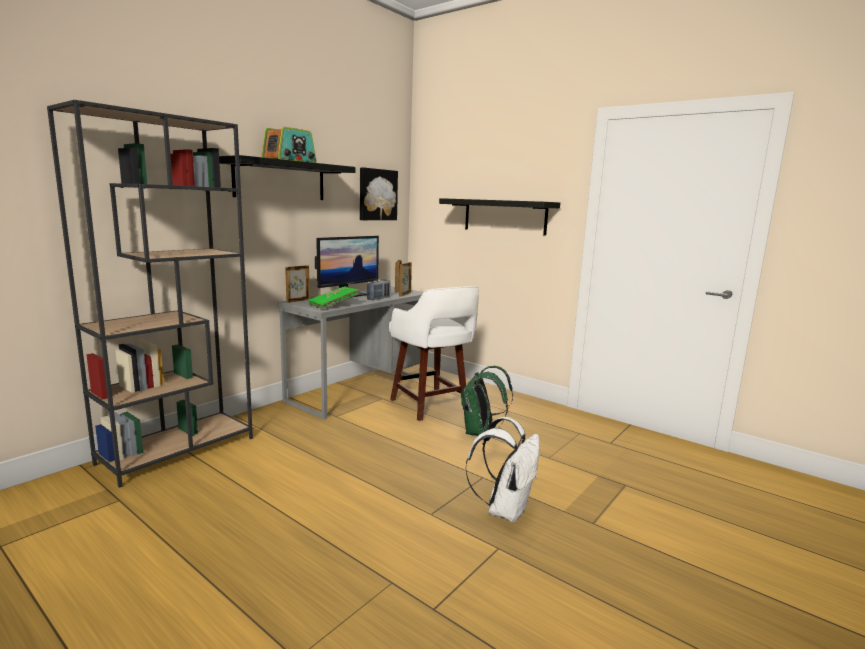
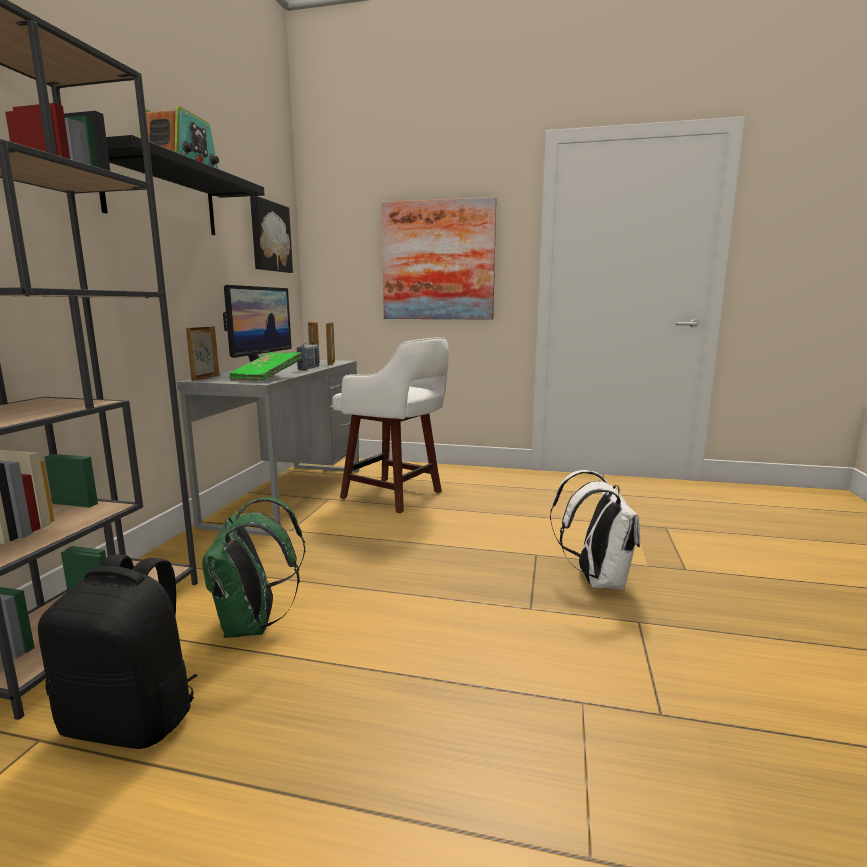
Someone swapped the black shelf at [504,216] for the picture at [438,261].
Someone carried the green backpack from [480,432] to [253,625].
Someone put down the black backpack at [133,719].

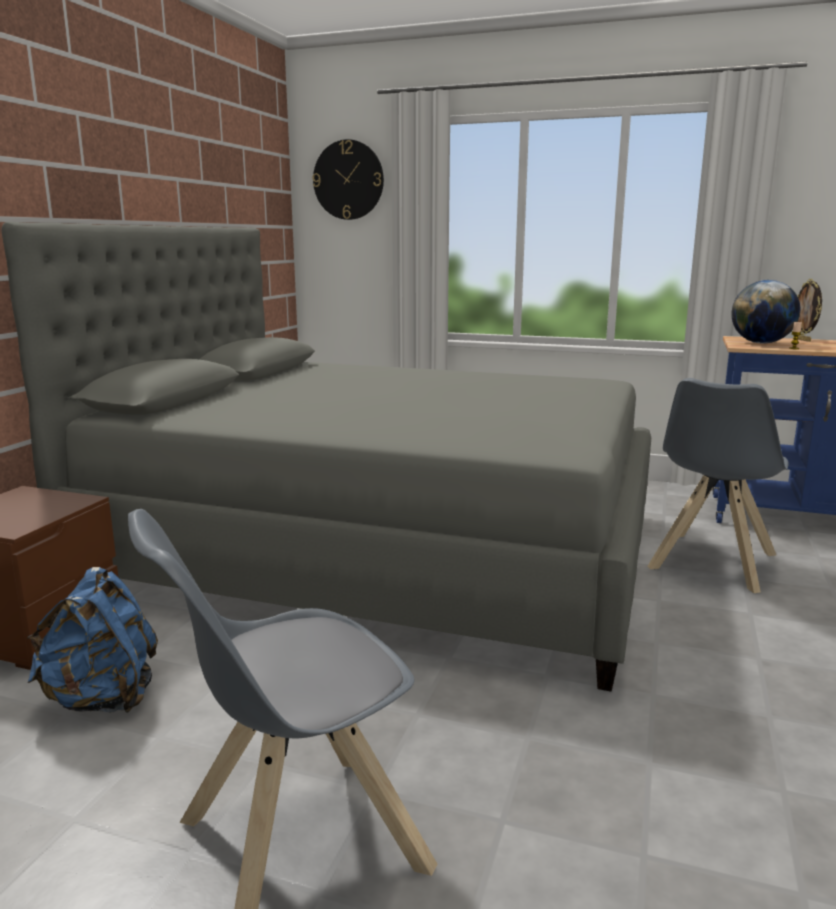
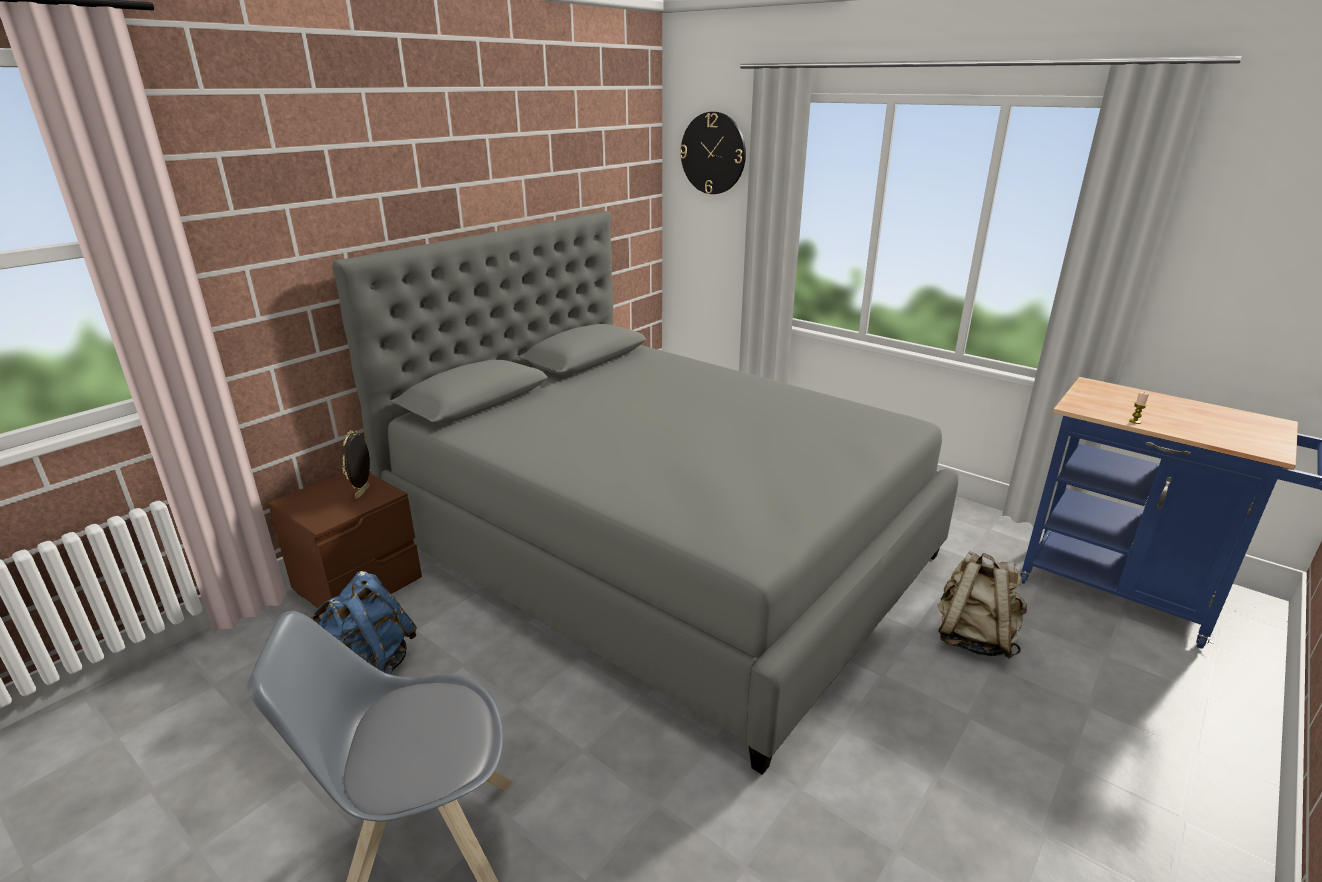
Someone swapped the grey chair at [711,563] for the beige backpack at [973,638].
Someone took away the globe at [761,343].
Someone carried the picture frame from [803,340] to [363,493].

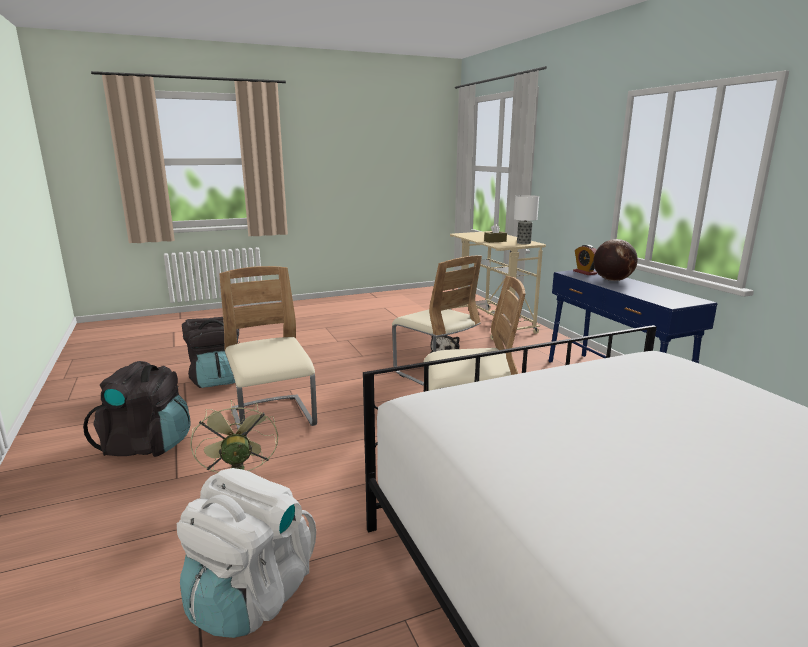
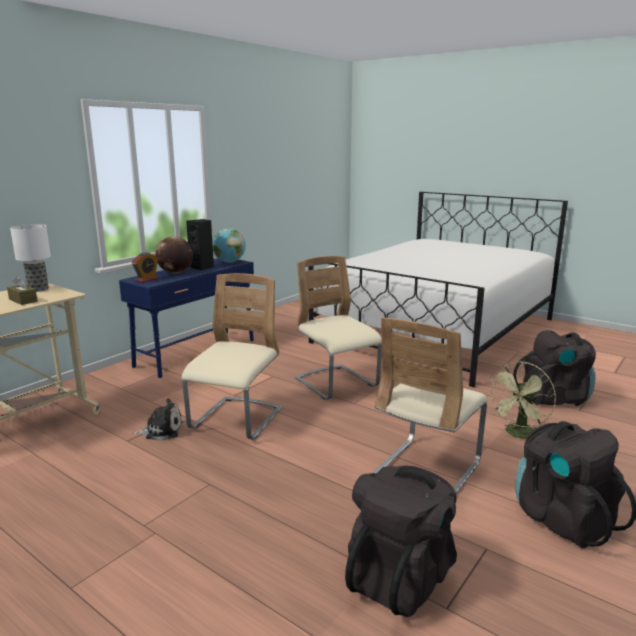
Someone repainted the white backpack at [251,596], which became the black backpack at [554,397].
Someone put down the black speaker at [202,267].
Someone put down the globe at [229,262].

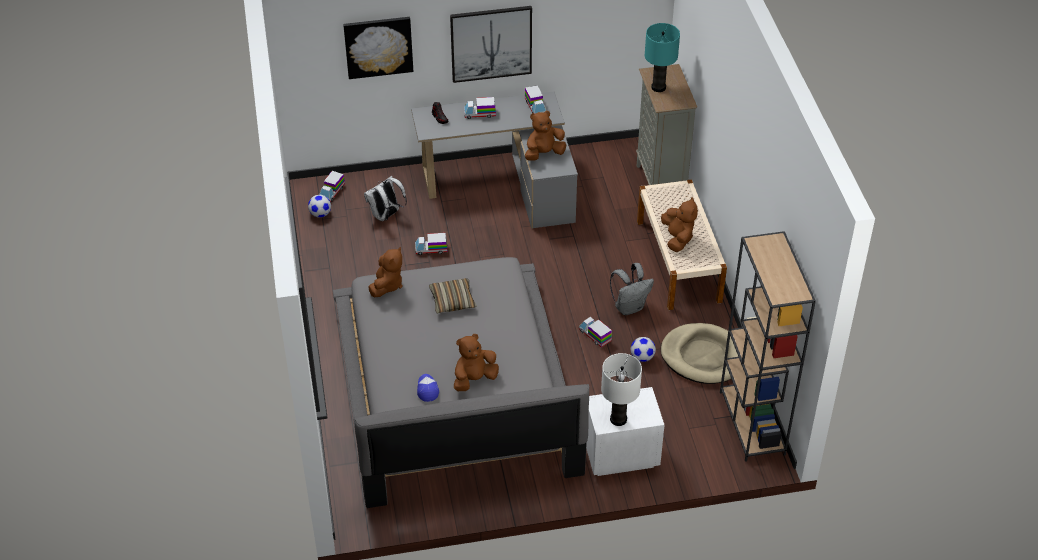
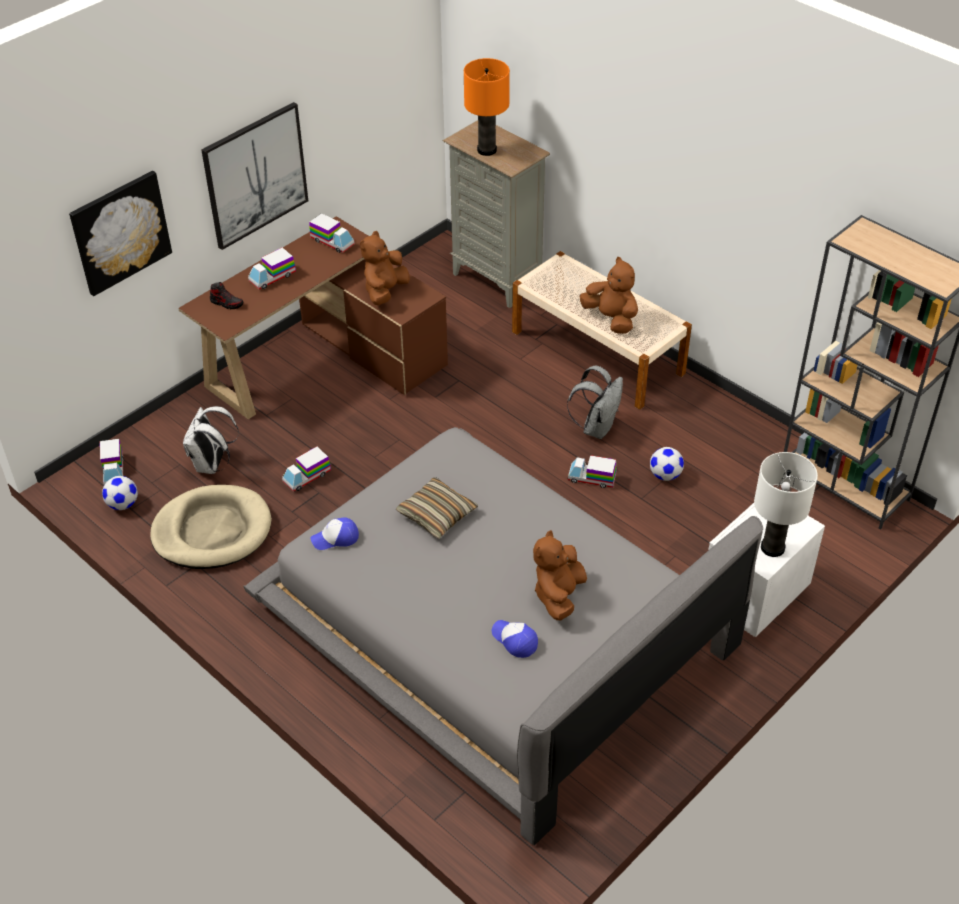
Someone swapped the brown plush toy at [387,285] for the cap at [335,538].
Someone repainted the grey desk at [505,183], which became the brown desk at [324,359].
Someone repainted the turquoise table lamp at [658,87], which became the orange table lamp at [487,150].
Someone carried the beige dog bed from [703,356] to [212,531].

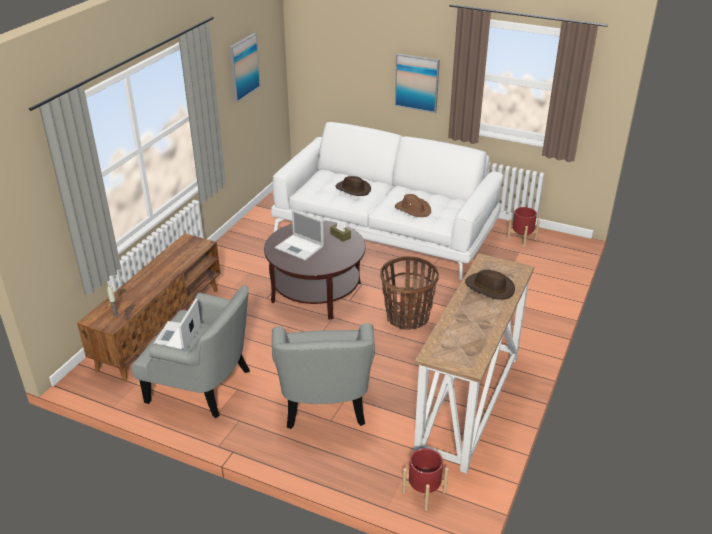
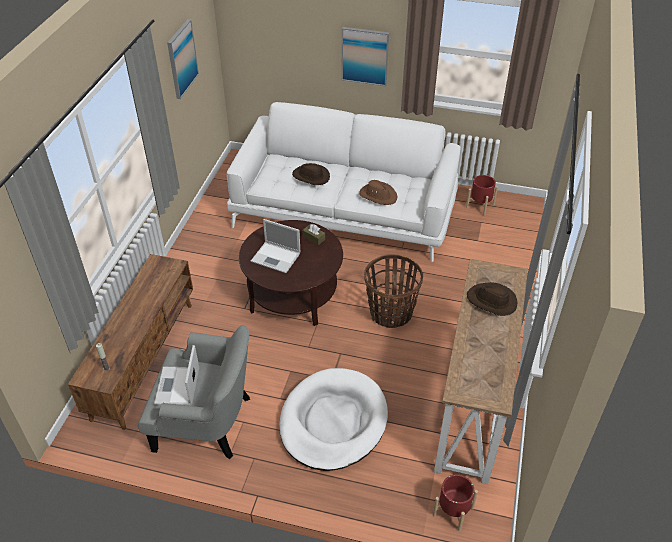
Someone swapped the grey armchair at [324,400] for the white dog bed at [333,421].

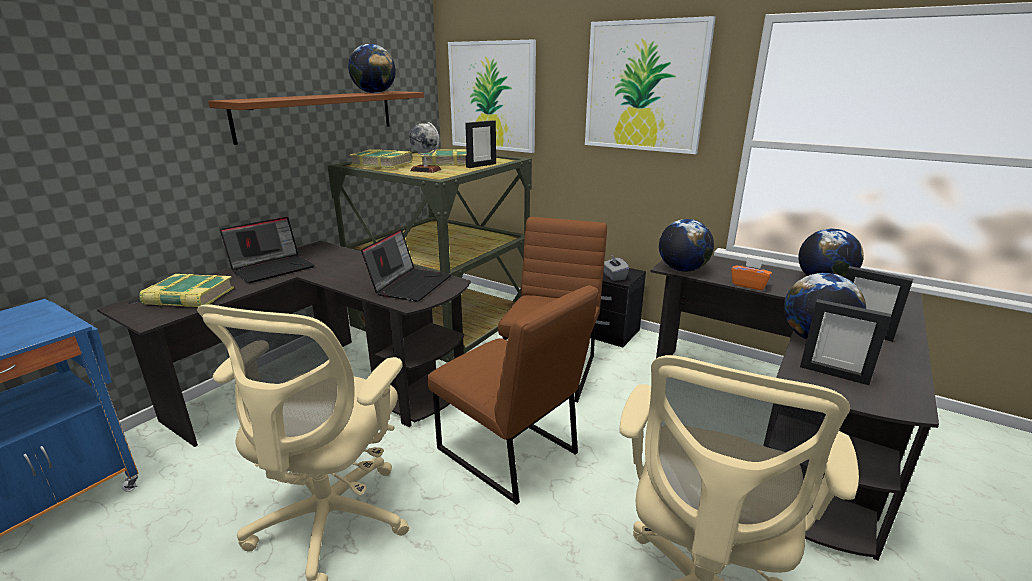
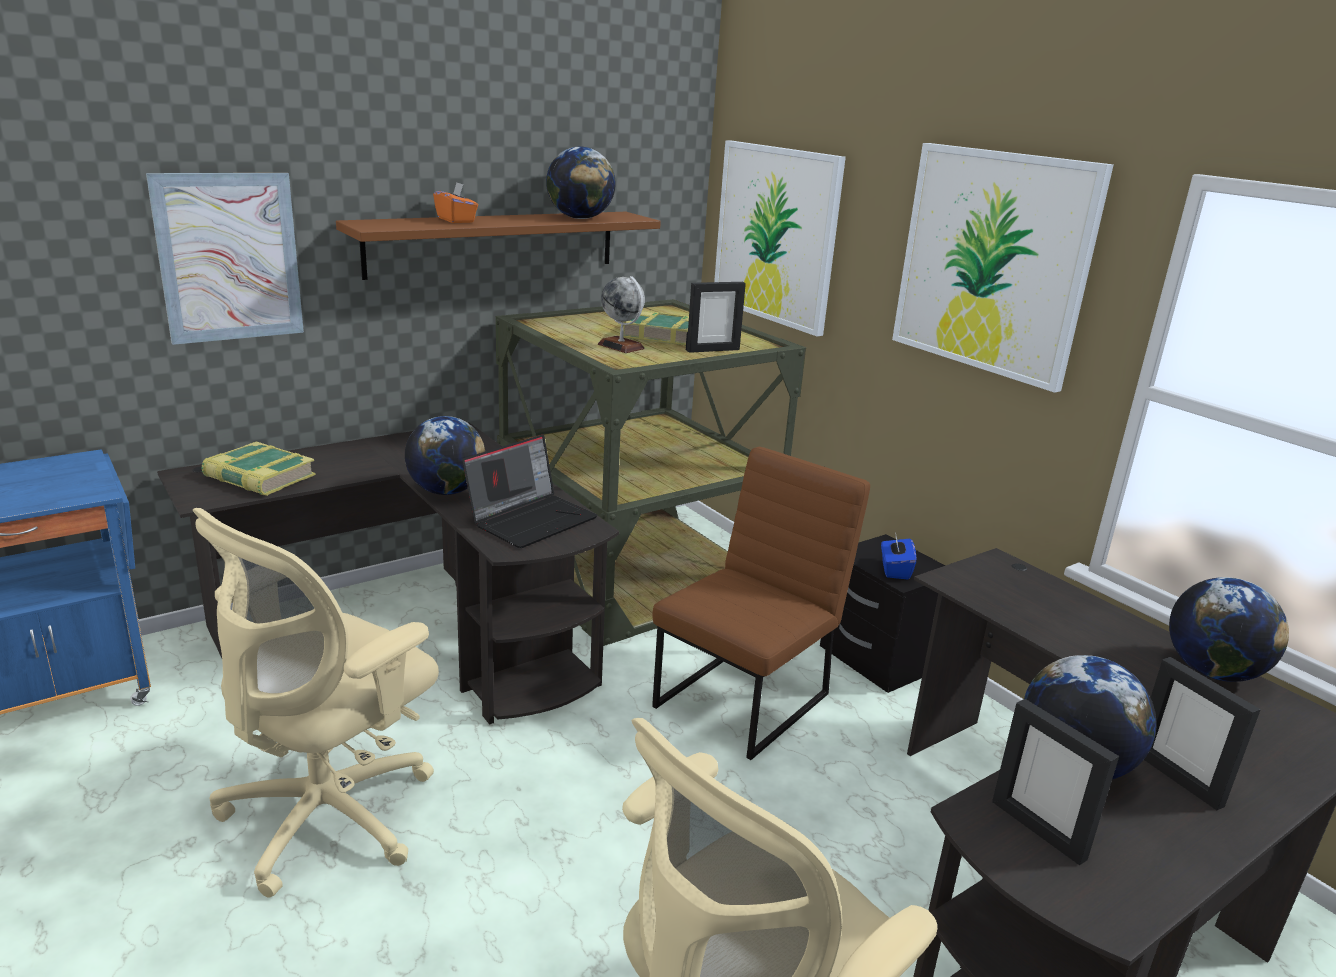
Someone took away the laptop at [273,268].
Someone took away the book at [382,164].
Someone took away the brown chair at [509,453].
Someone repainted the grey tissue box at [614,276], which became the blue tissue box at [894,570].
Someone carried the globe from [682,269] to [446,491].
Someone carried the orange tissue box from [749,285] to [456,220].
Someone put up the picture at [229,257].

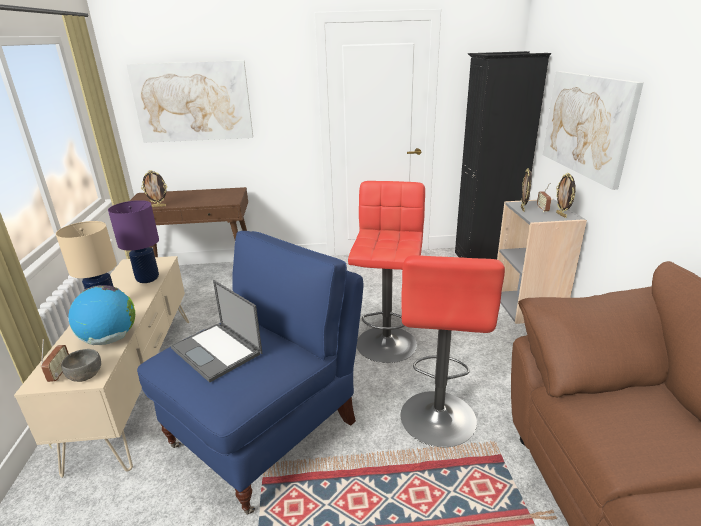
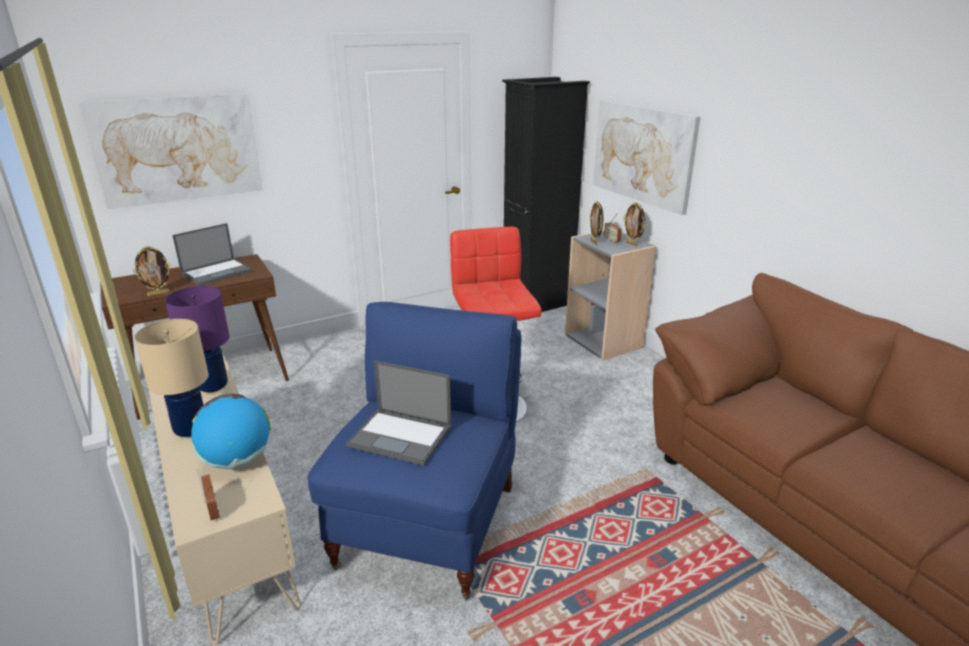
Someone took away the grey bowl at [85,375].
Someone took away the red stool at [437,418].
Someone put down the laptop at [218,272].

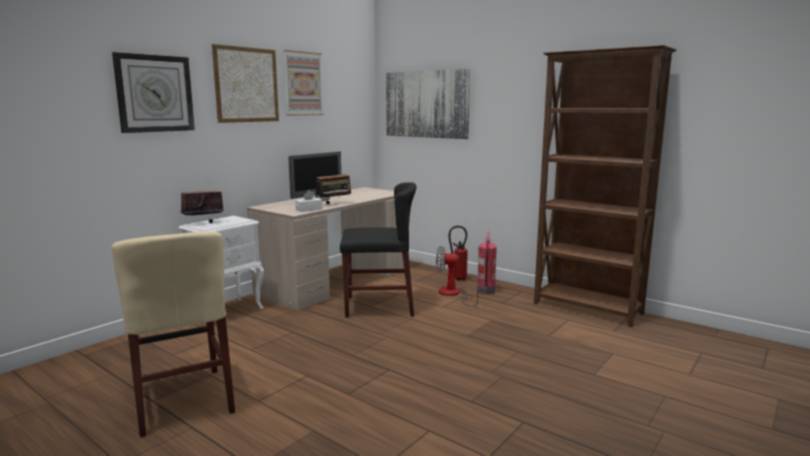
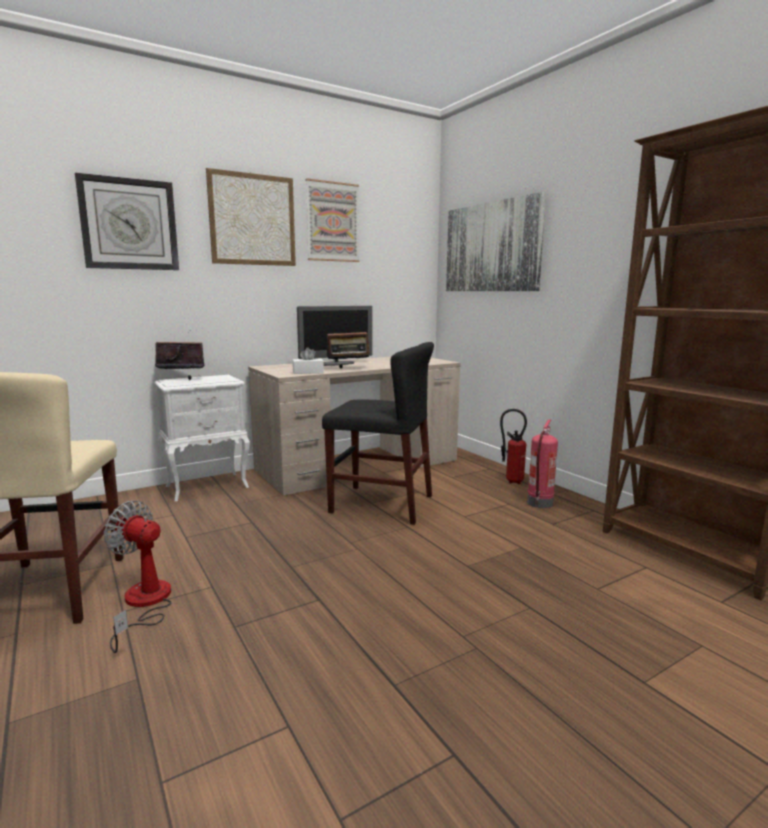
Someone carried the fan from [454,294] to [144,604].

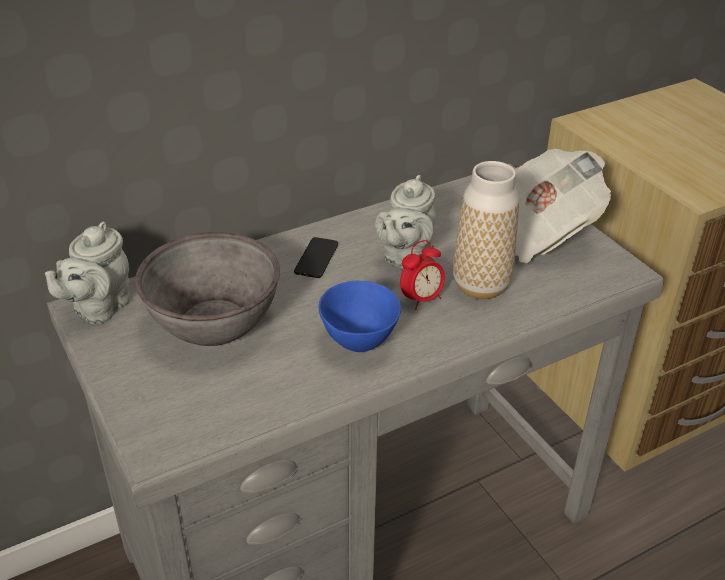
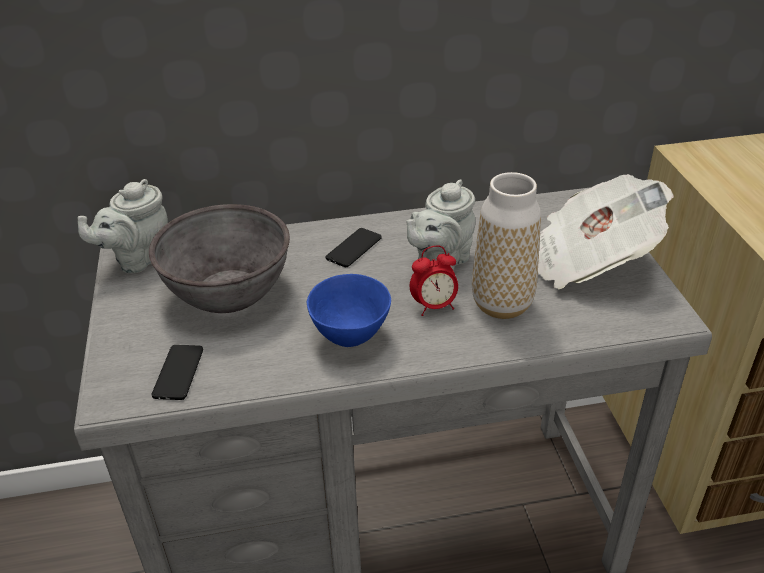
Someone put down the phone at [178,372].

